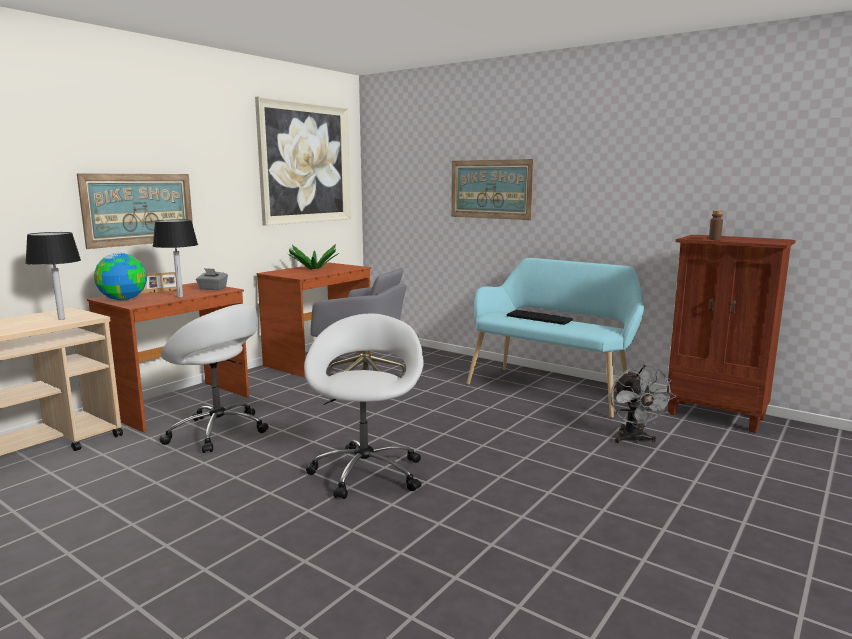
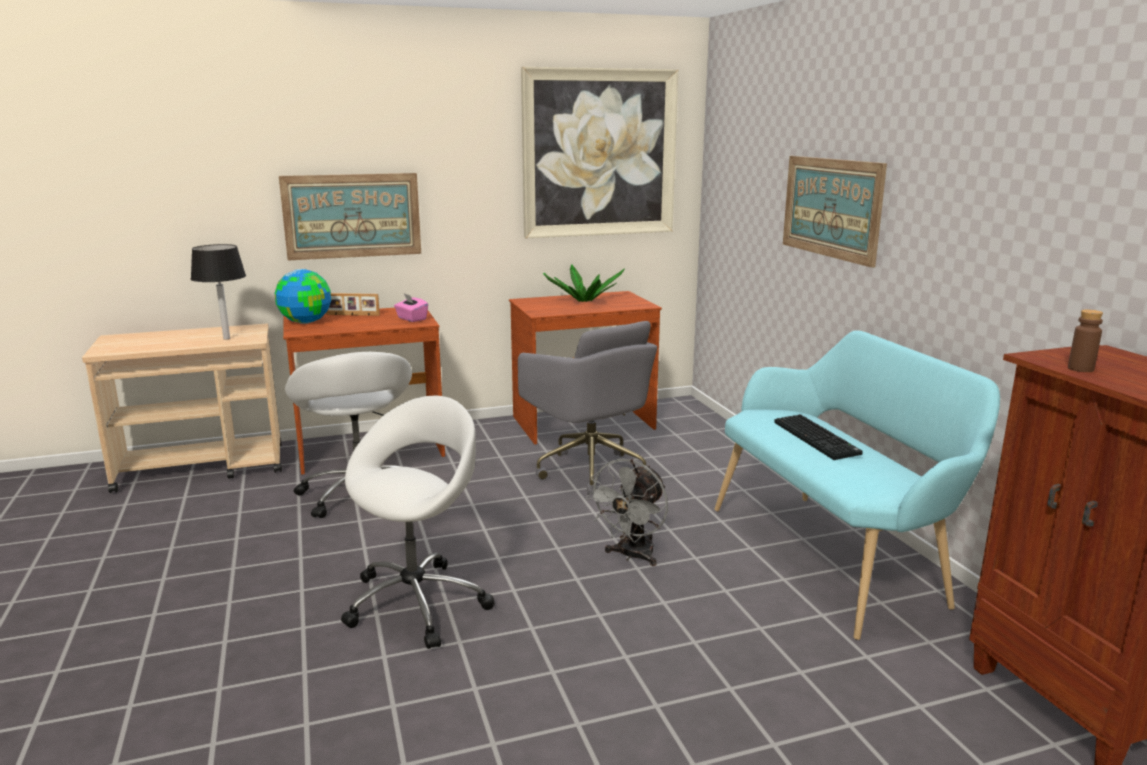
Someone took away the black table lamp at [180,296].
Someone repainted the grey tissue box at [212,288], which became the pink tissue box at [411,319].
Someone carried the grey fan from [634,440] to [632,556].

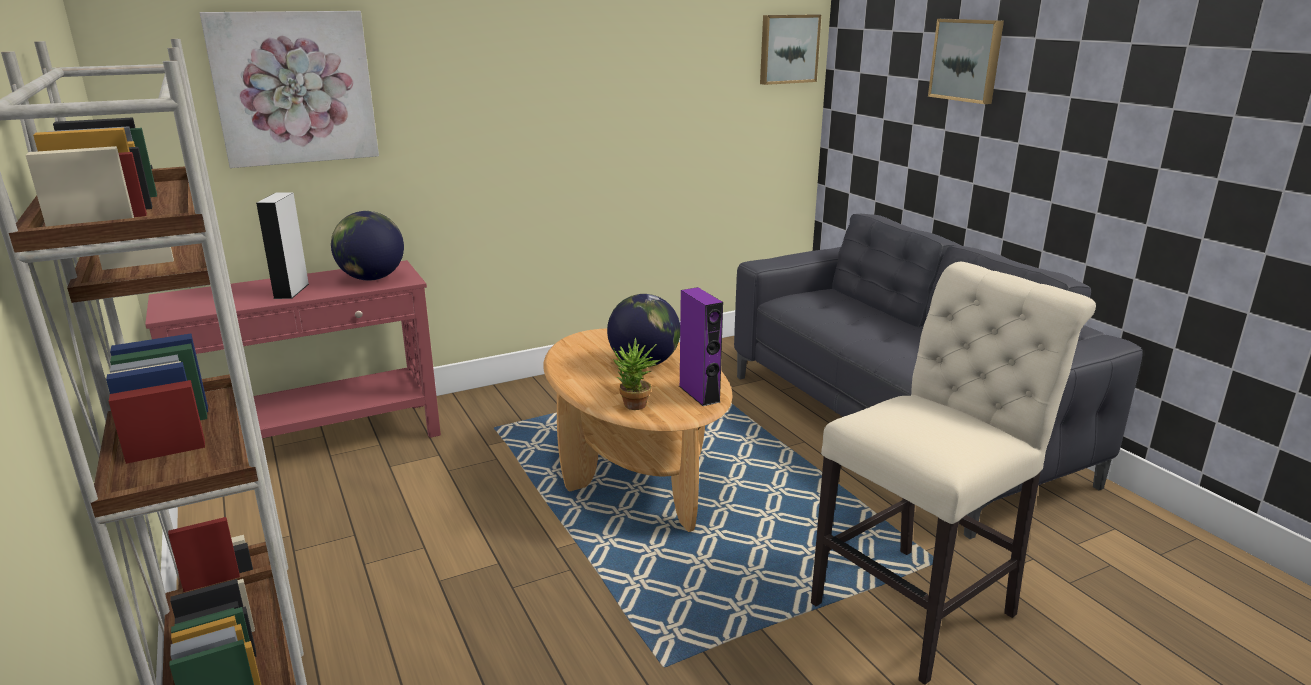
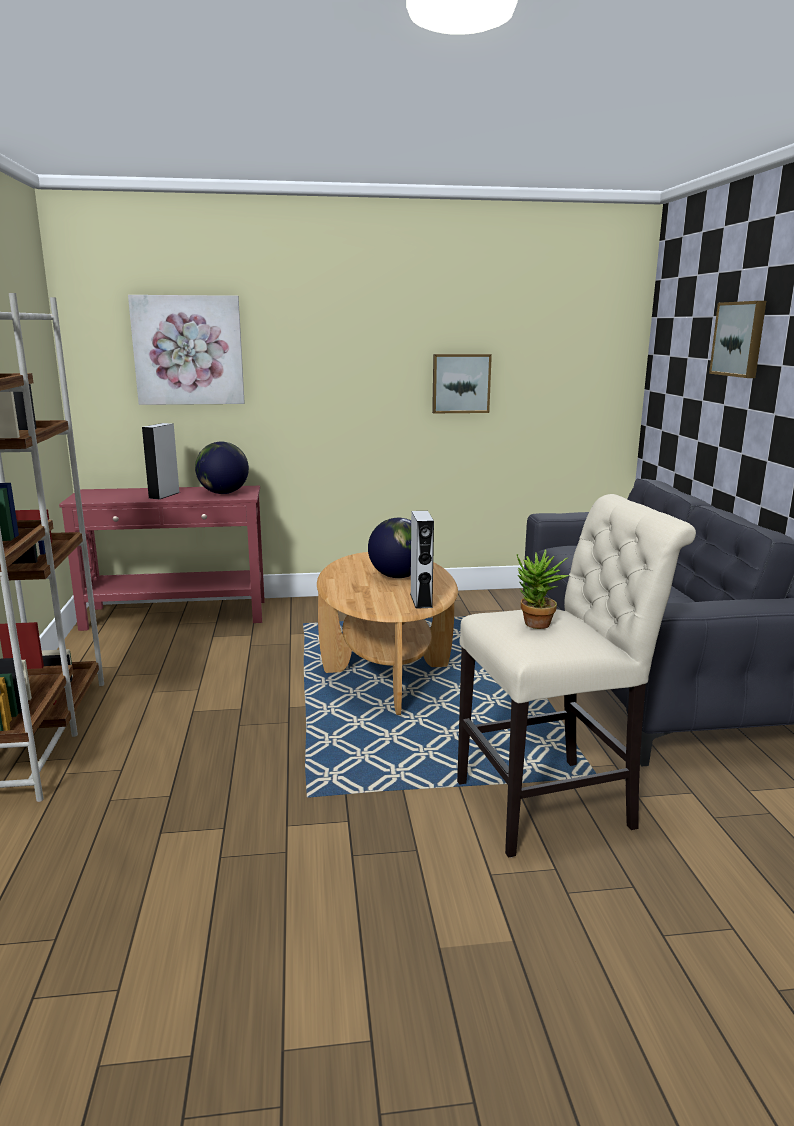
Someone carried the potted plant from [635,407] to [536,626].
Someone repainted the purple speaker at [699,394], which became the grey speaker at [421,600].
Someone carried the picture from [788,49] to [460,383].

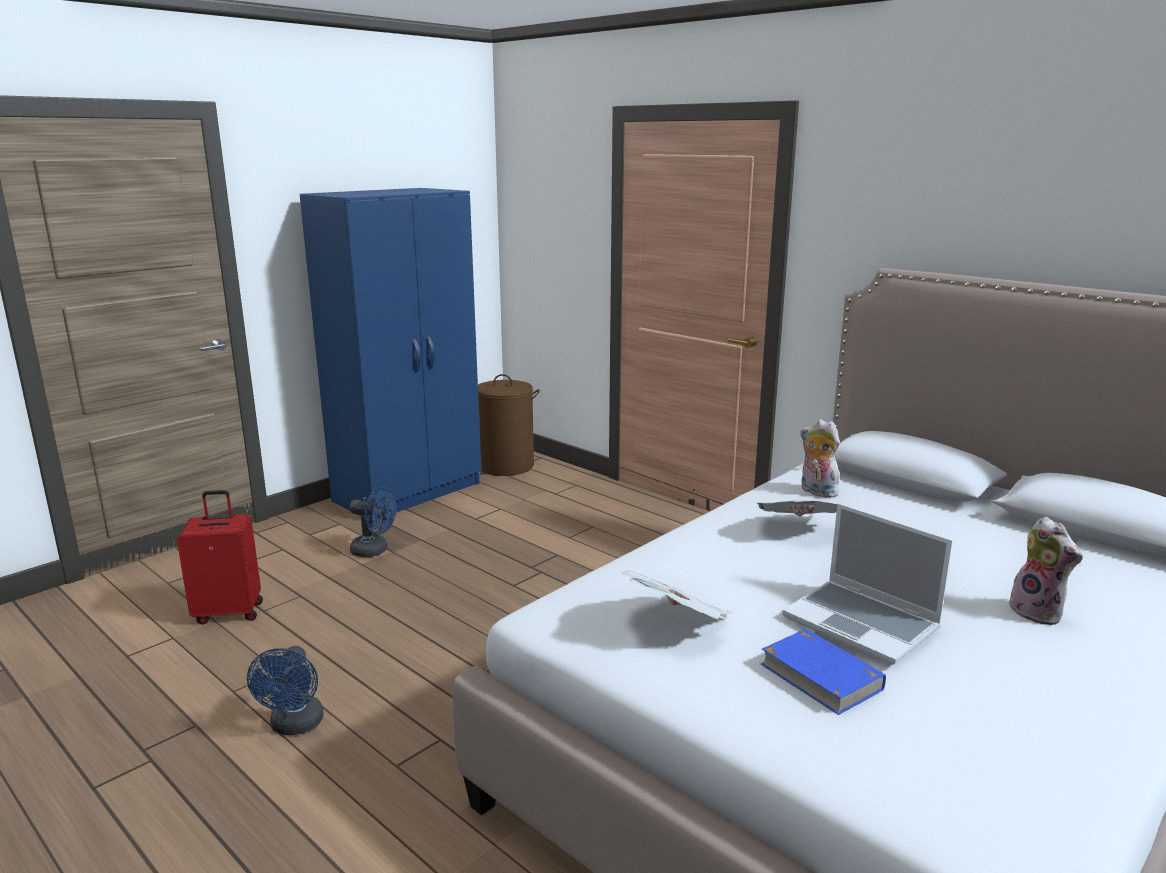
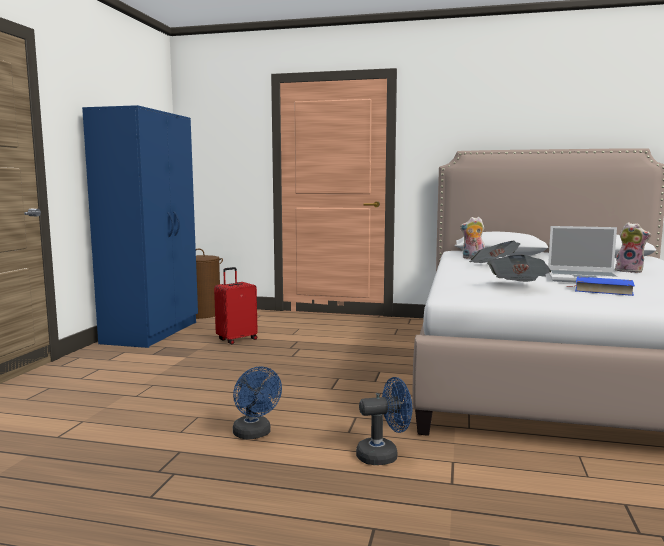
Someone carried the red suitcase from [229,612] to [236,340].
Someone carried the blue fan from [375,551] to [384,455].

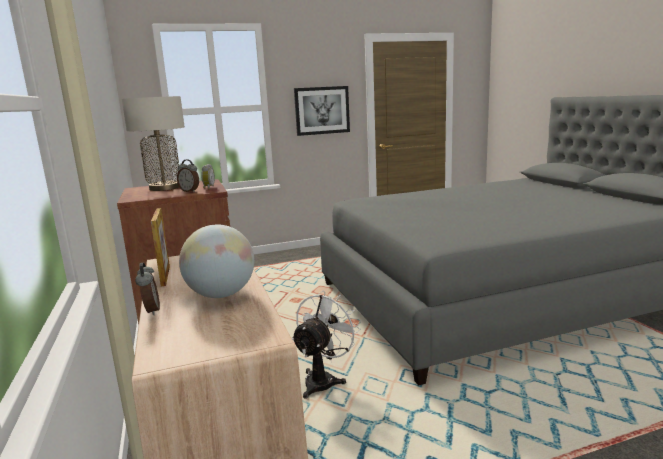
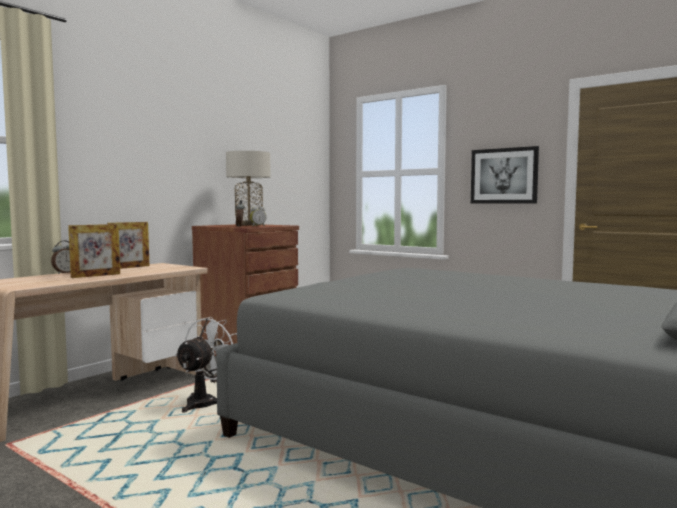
Someone swapped the globe at [221,295] for the picture frame at [96,276].
Someone rotated the white fan at [323,380] by 60 degrees counterclockwise.

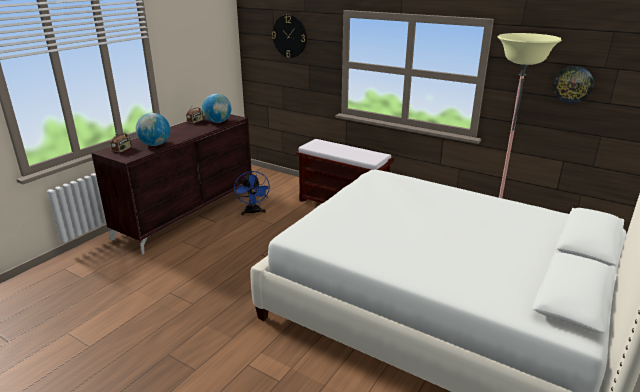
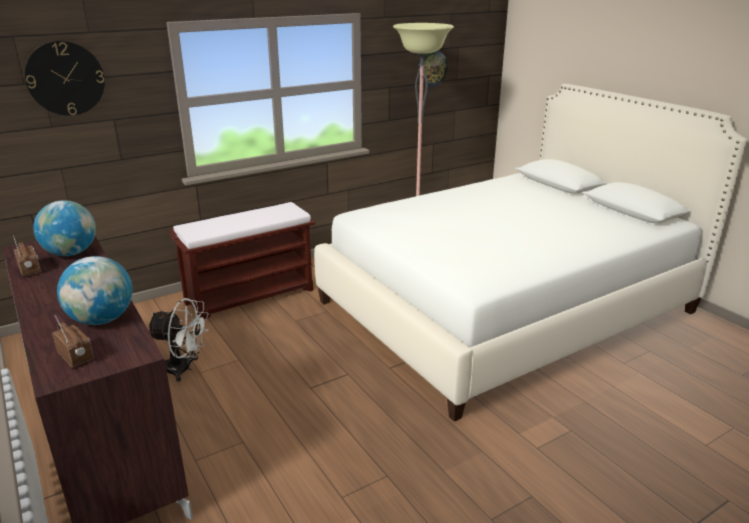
Someone repainted the blue fan at [253,212], which became the white fan at [184,369].

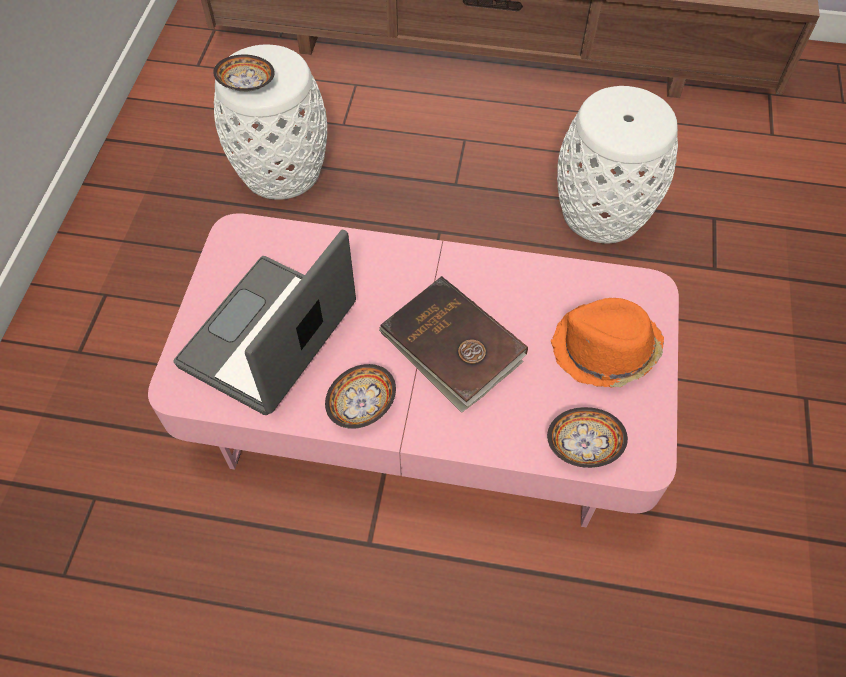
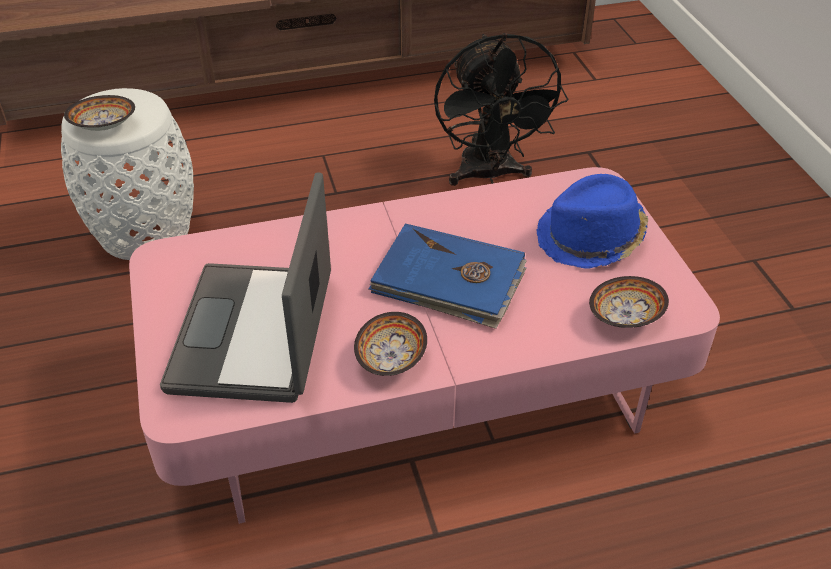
Someone repainted the brown book at [452,346], which became the blue book at [449,281].
Someone repainted the orange hat at [604,350], which became the blue hat at [591,239].
Someone swapped the white stool at [602,212] for the black fan at [489,175].

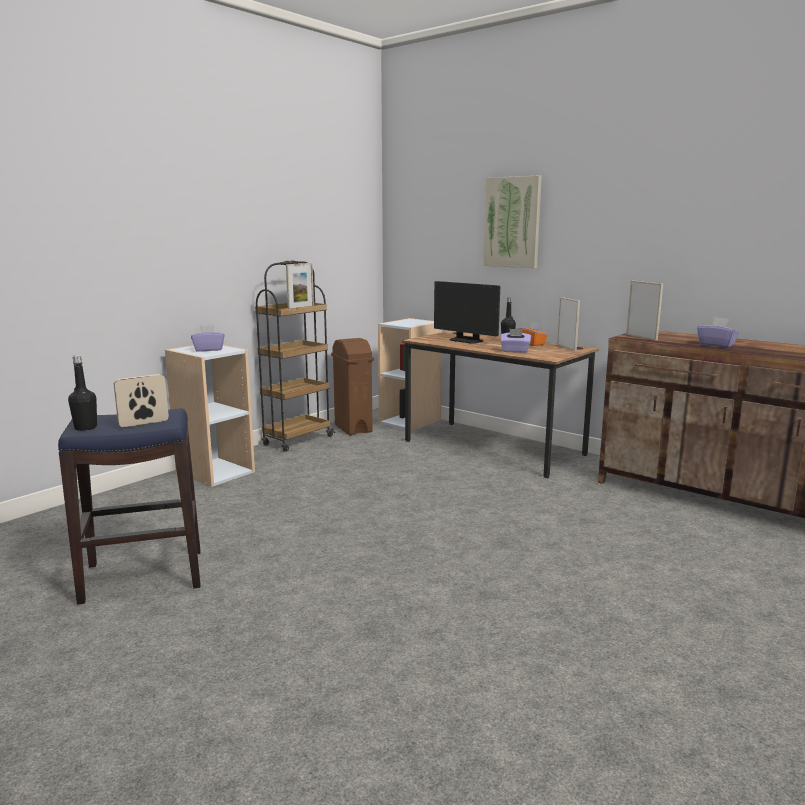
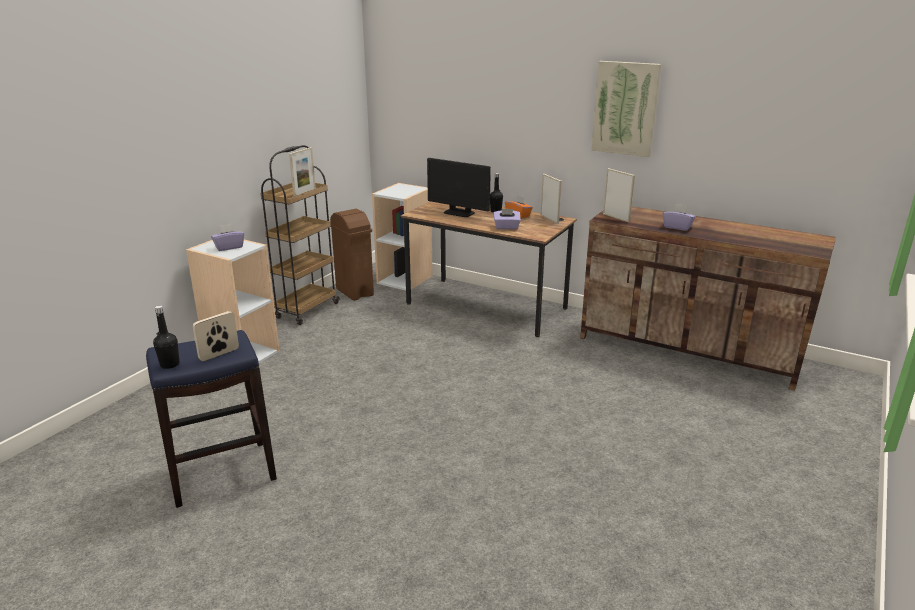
Someone carried the picture from [512,222] to [625,108].

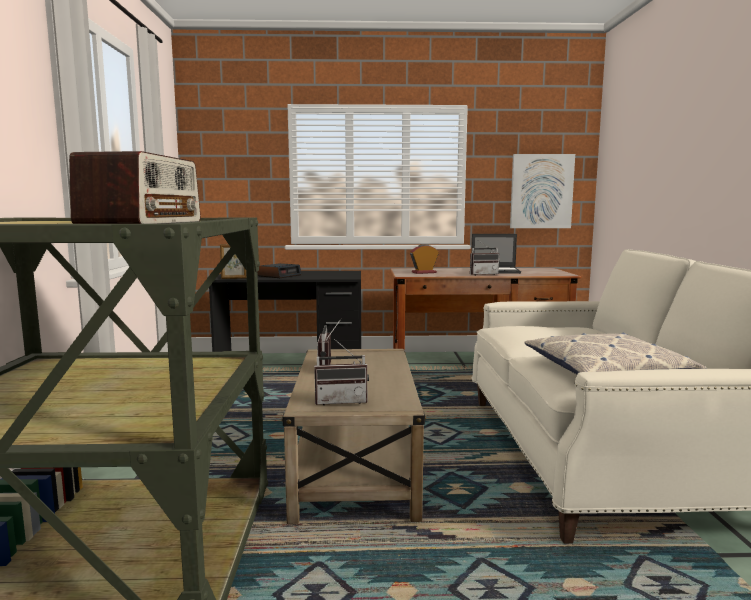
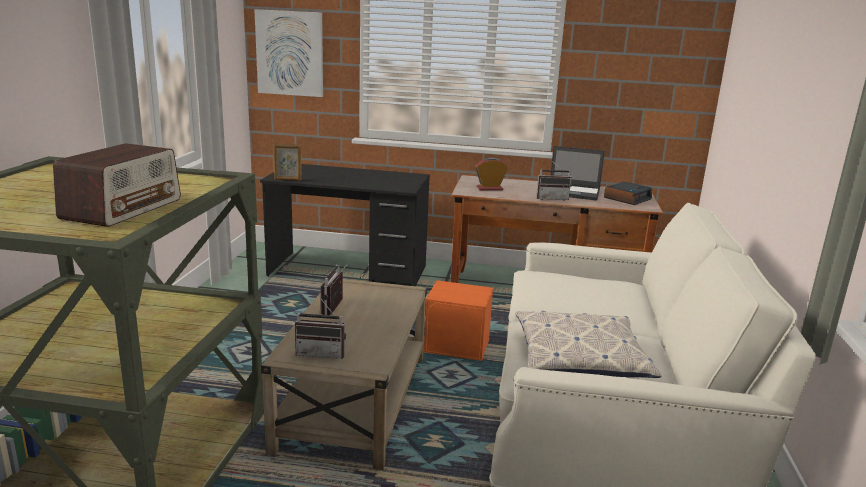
Someone carried the alarm clock from [279,275] to [627,198].
Someone carried the picture from [541,191] to [290,53].
Someone put down the orange storage box at [458,345].

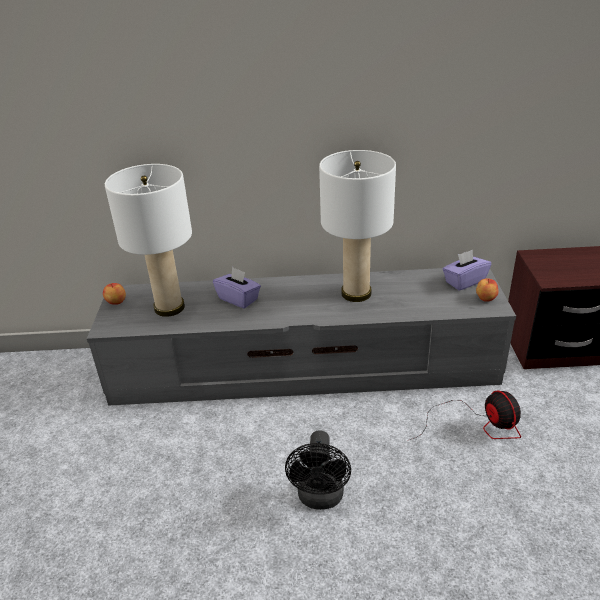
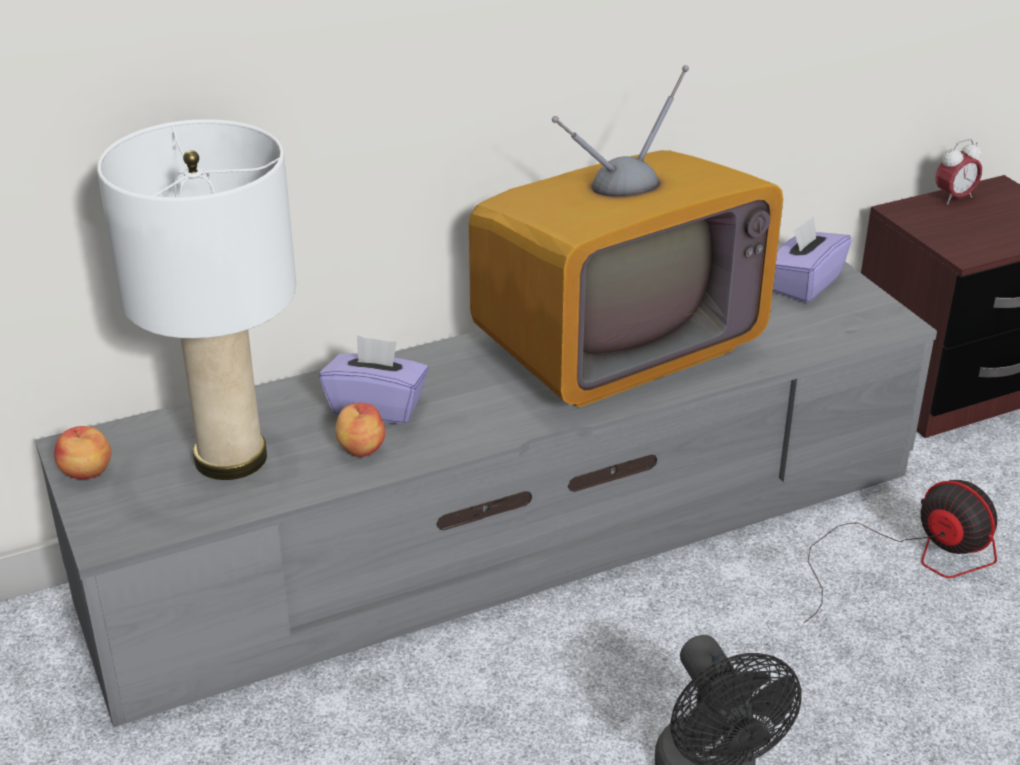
Someone swapped the white table lamp at [356,293] for the television at [617,346].
Someone carried the apple from [485,298] to [360,448].
Someone put down the alarm clock at [954,198].

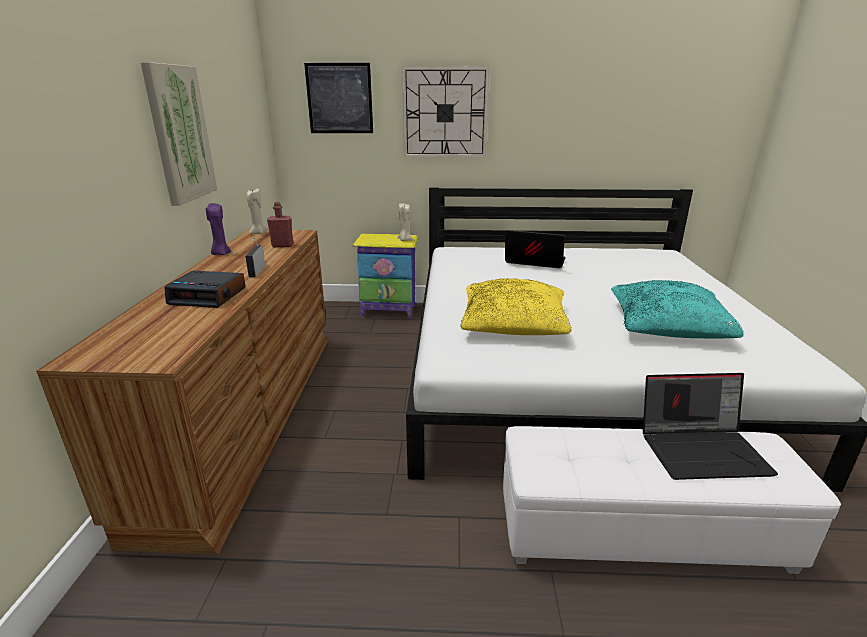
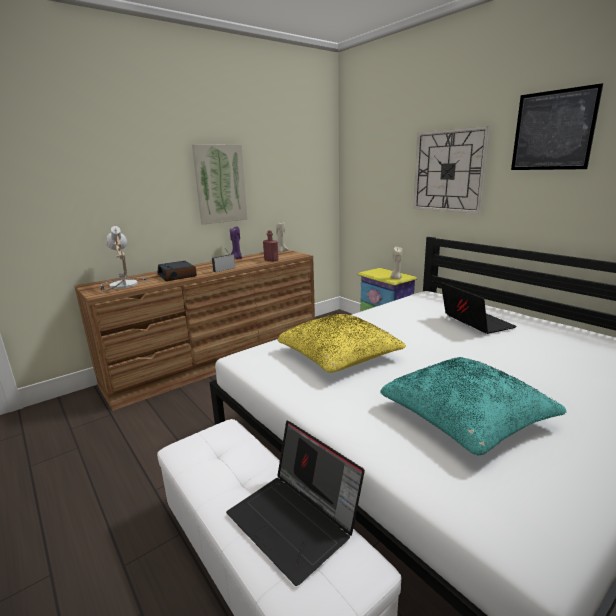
Someone carried the picture from [339,98] to [553,130].
Someone put down the table lamp at [120,285].

